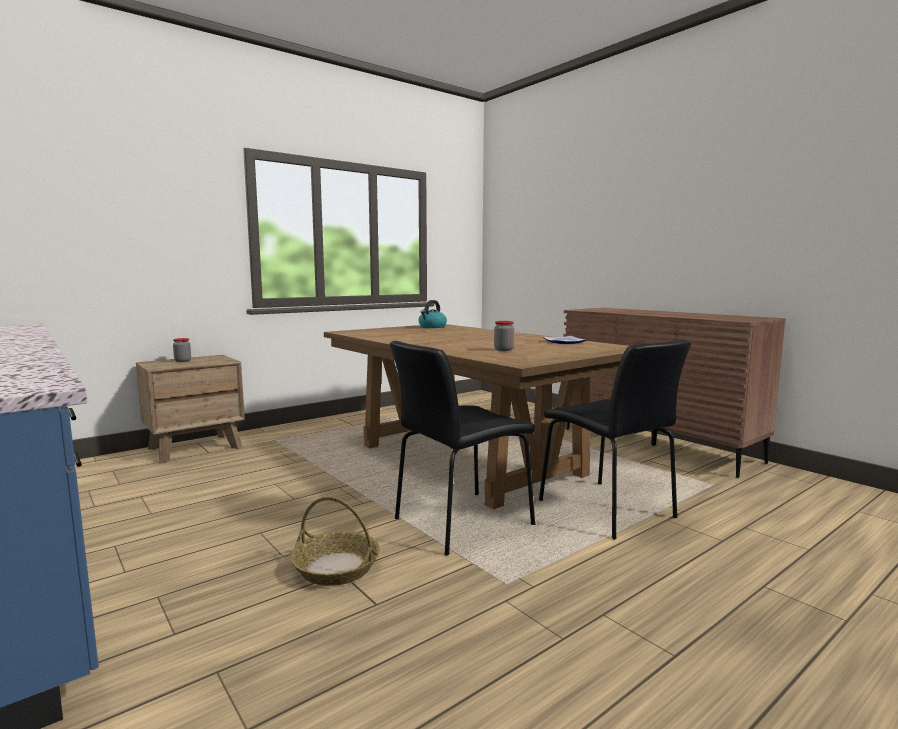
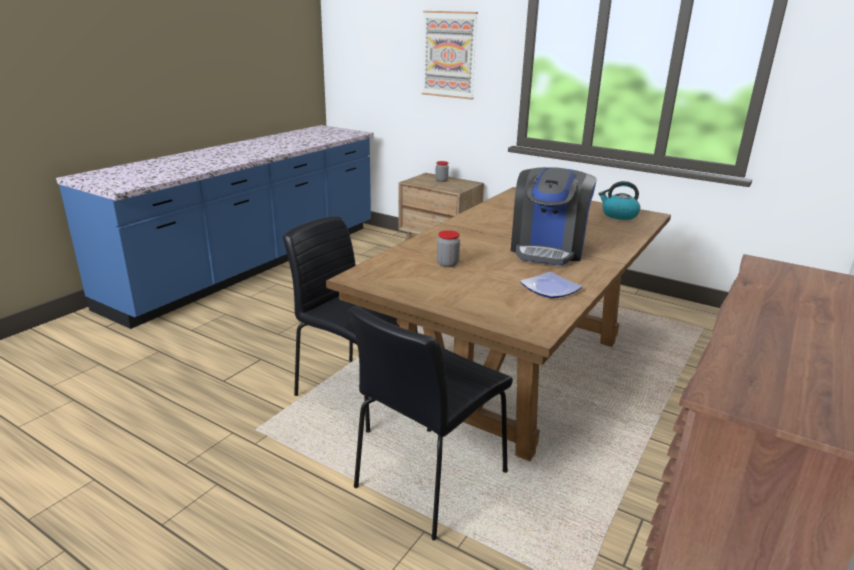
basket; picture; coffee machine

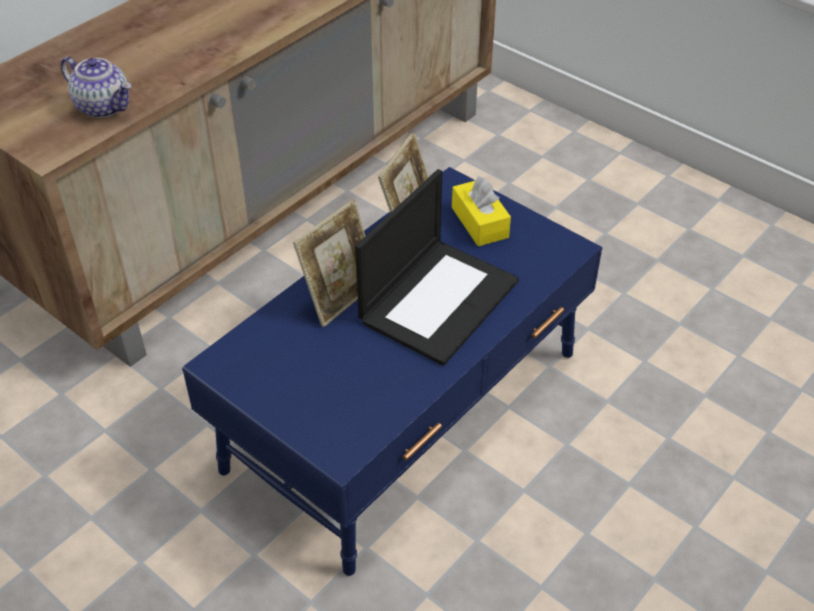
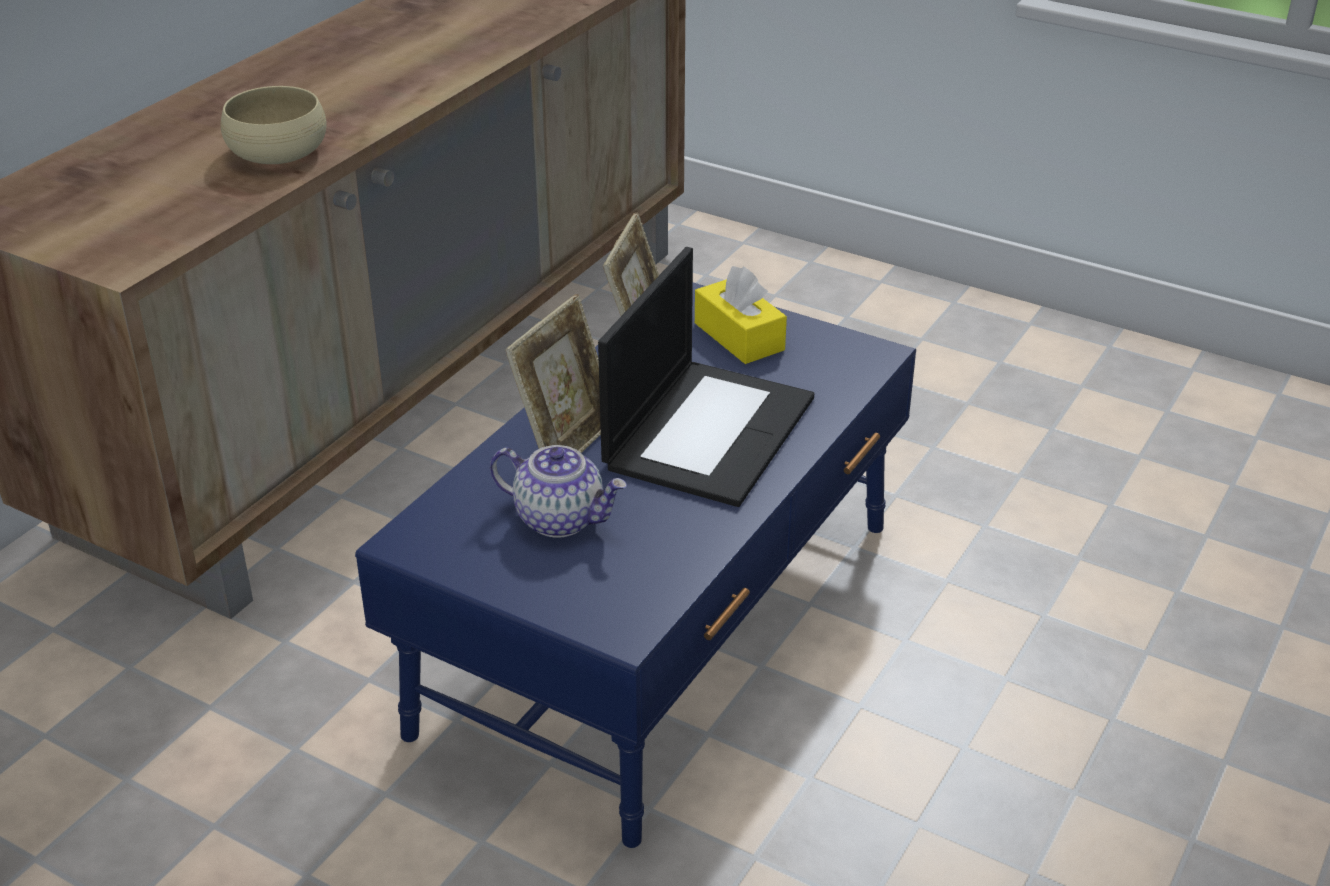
teapot; bowl in beige

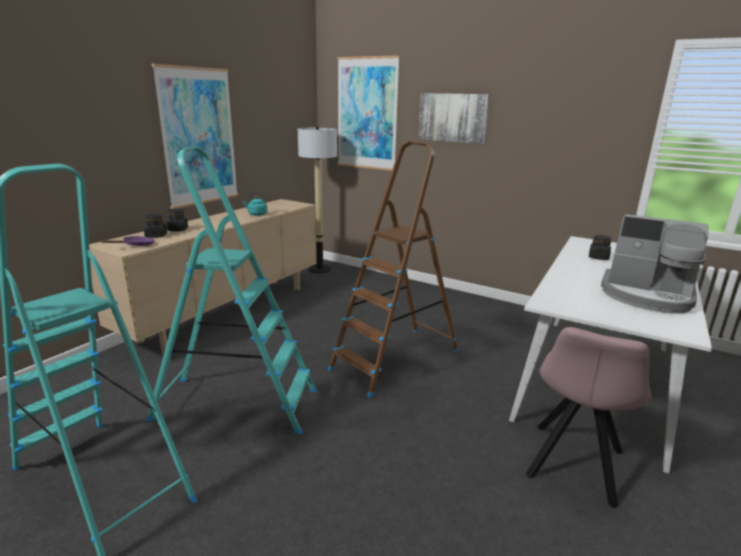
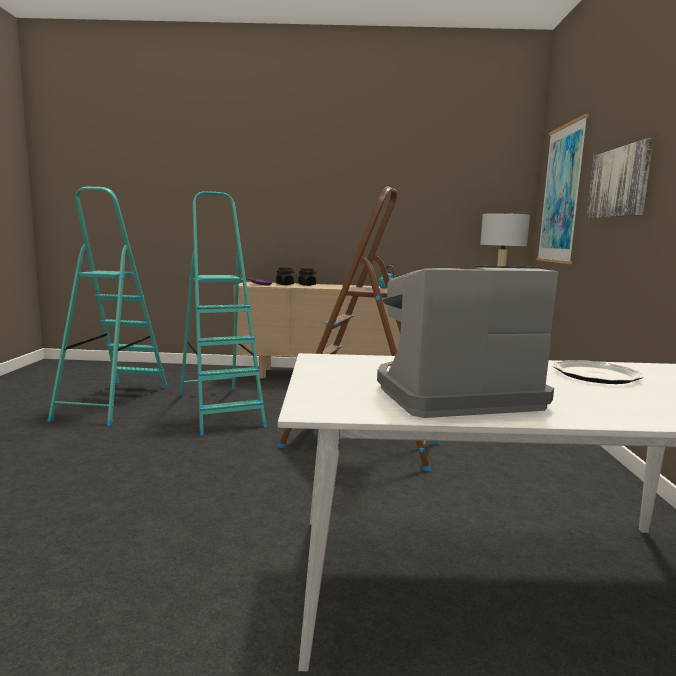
picture (no. 1 from left in the first image); chair in pink; plate; coffee machine

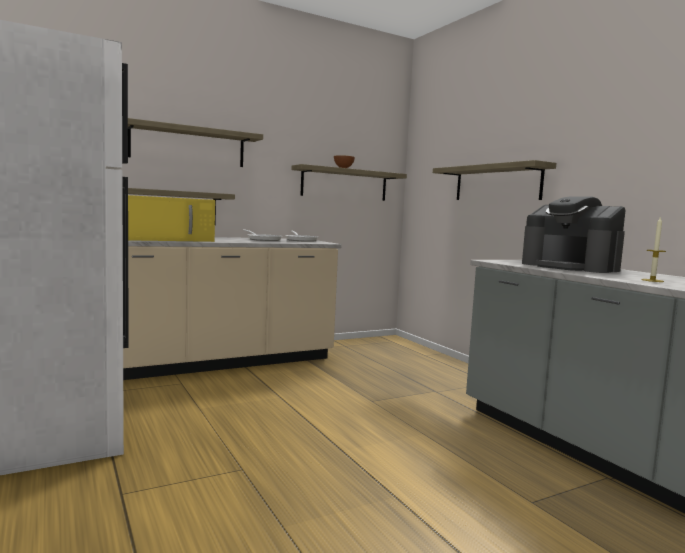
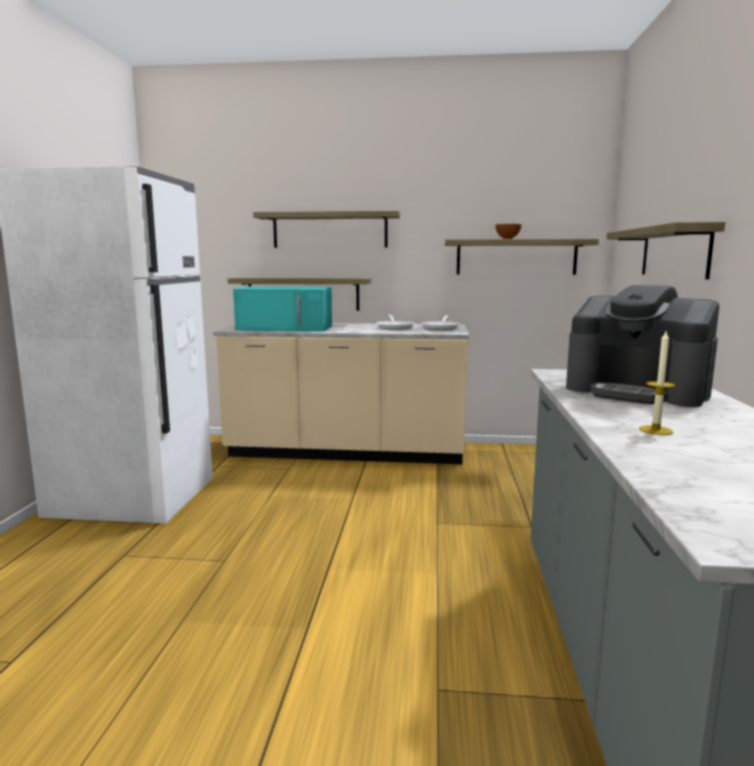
microwave in turquoise; coffee machine

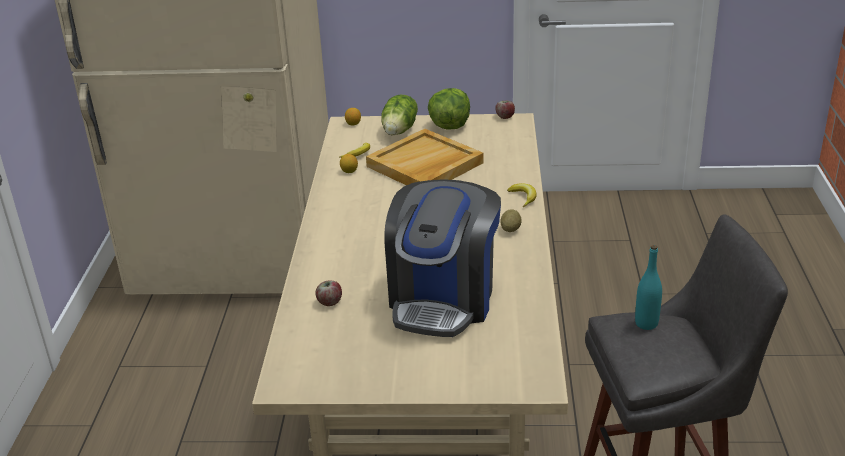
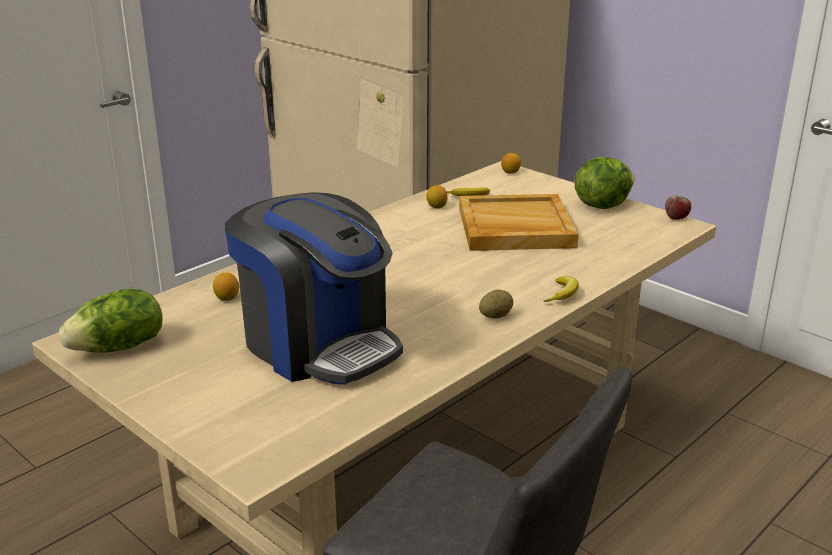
lemon (no. 1 from left); lettuce (no. 1 from left); coffee machine; bottle in turquoise

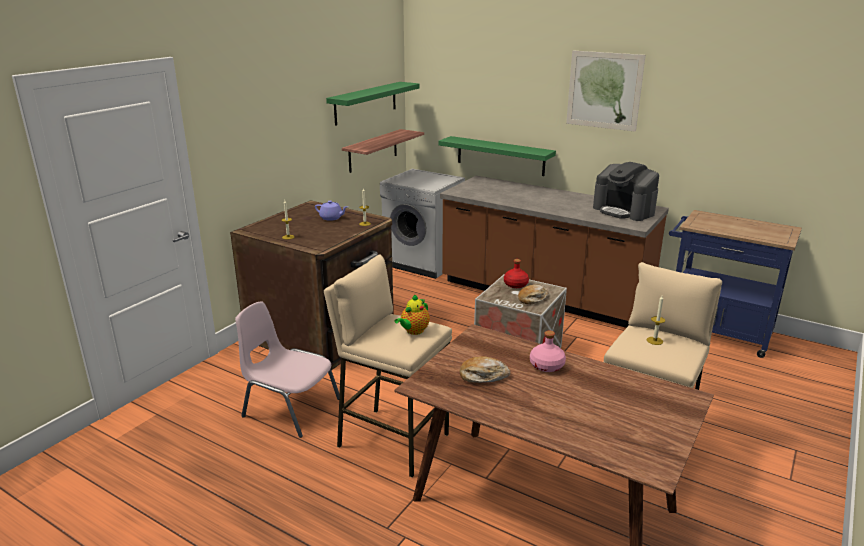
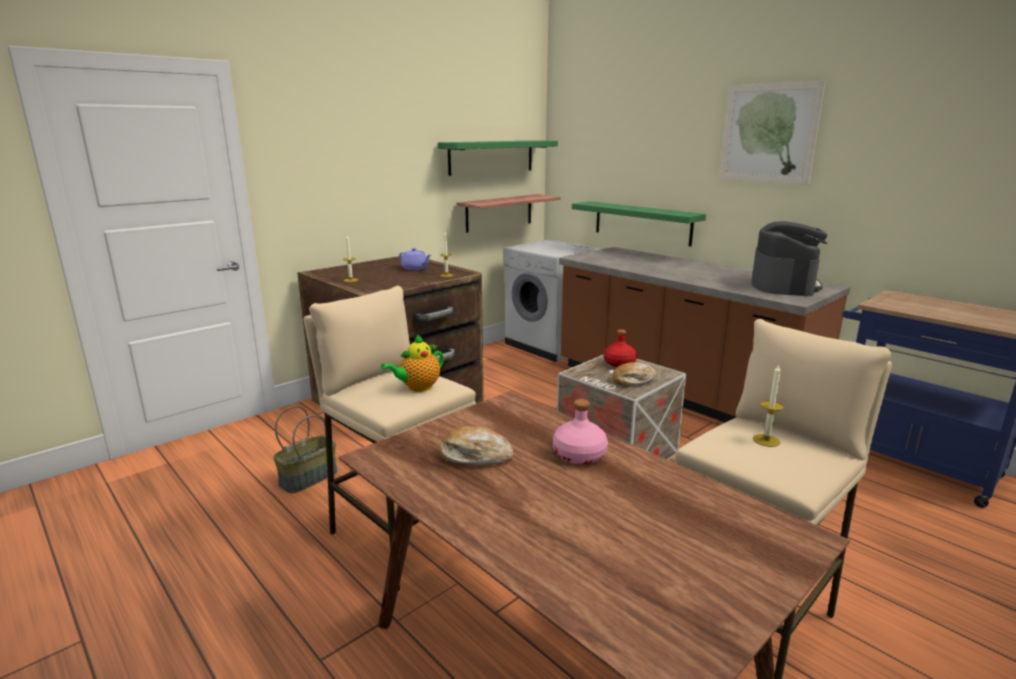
basket; coffee machine

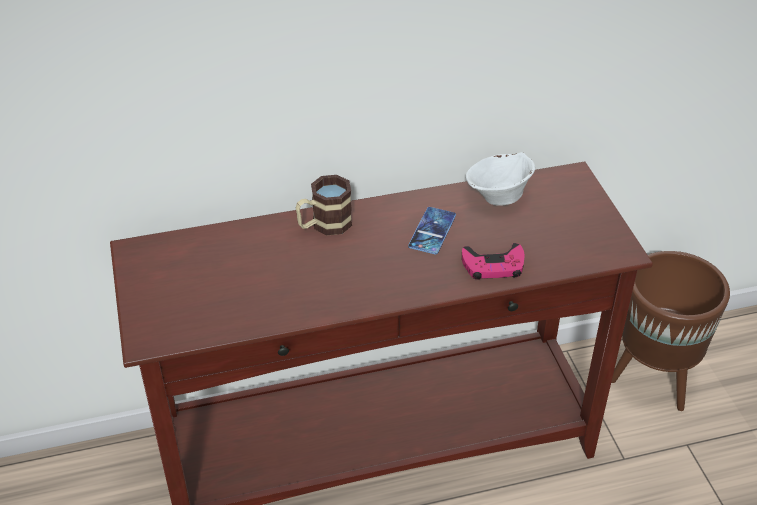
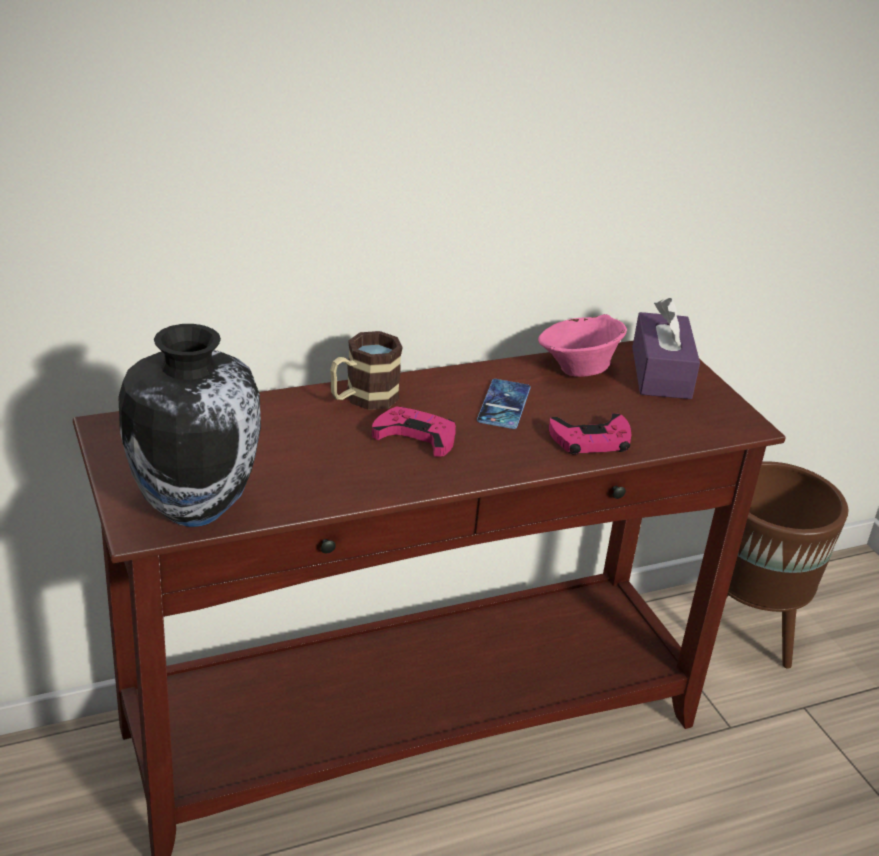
bowl in pink; vase; game controller in pink (no. 1 from left); tissue box in purple

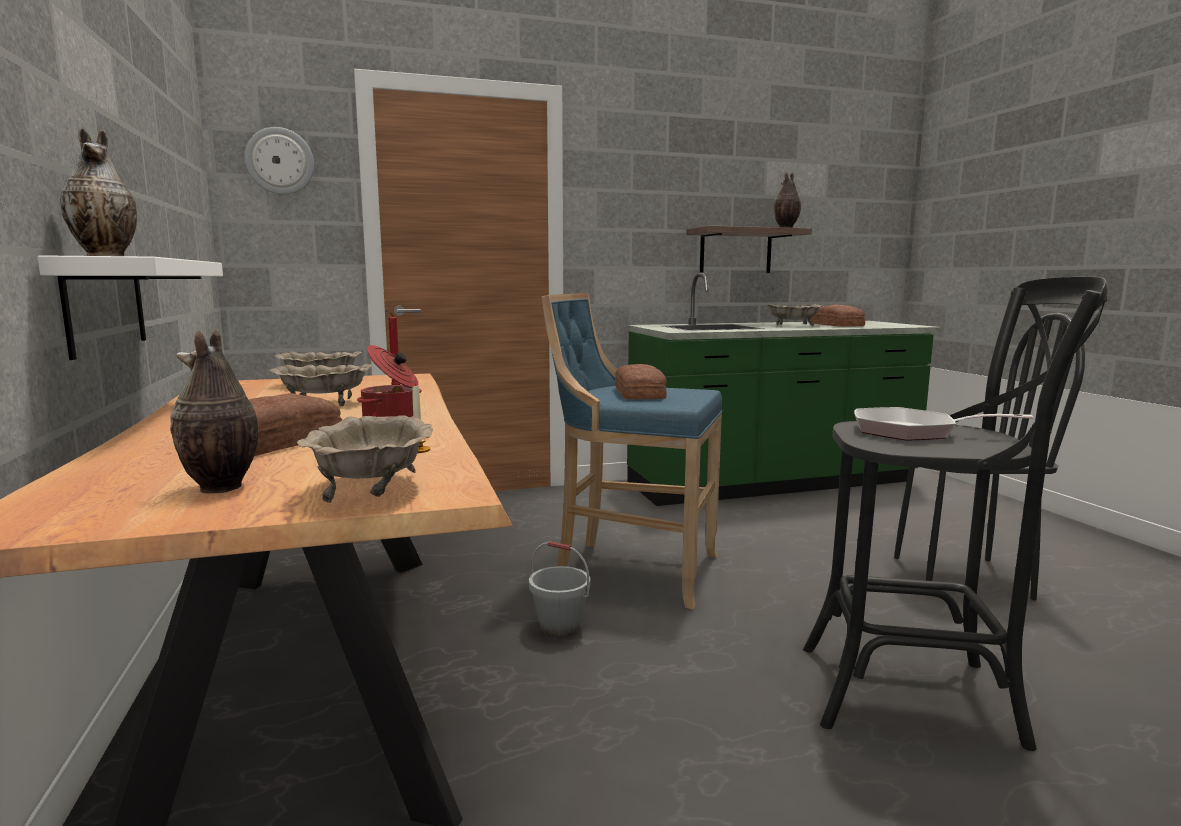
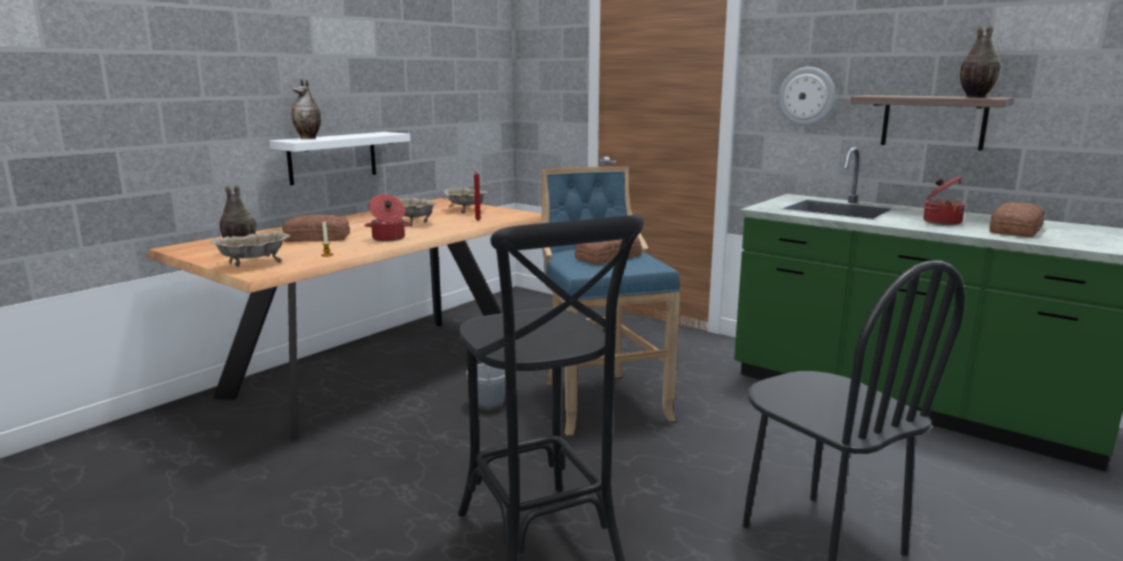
wall clock; cooking pot (no. 2 from left); frying pan

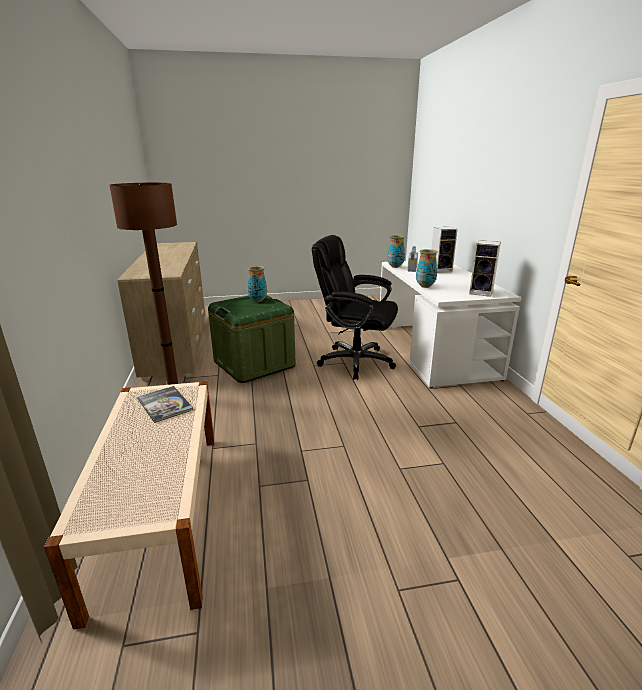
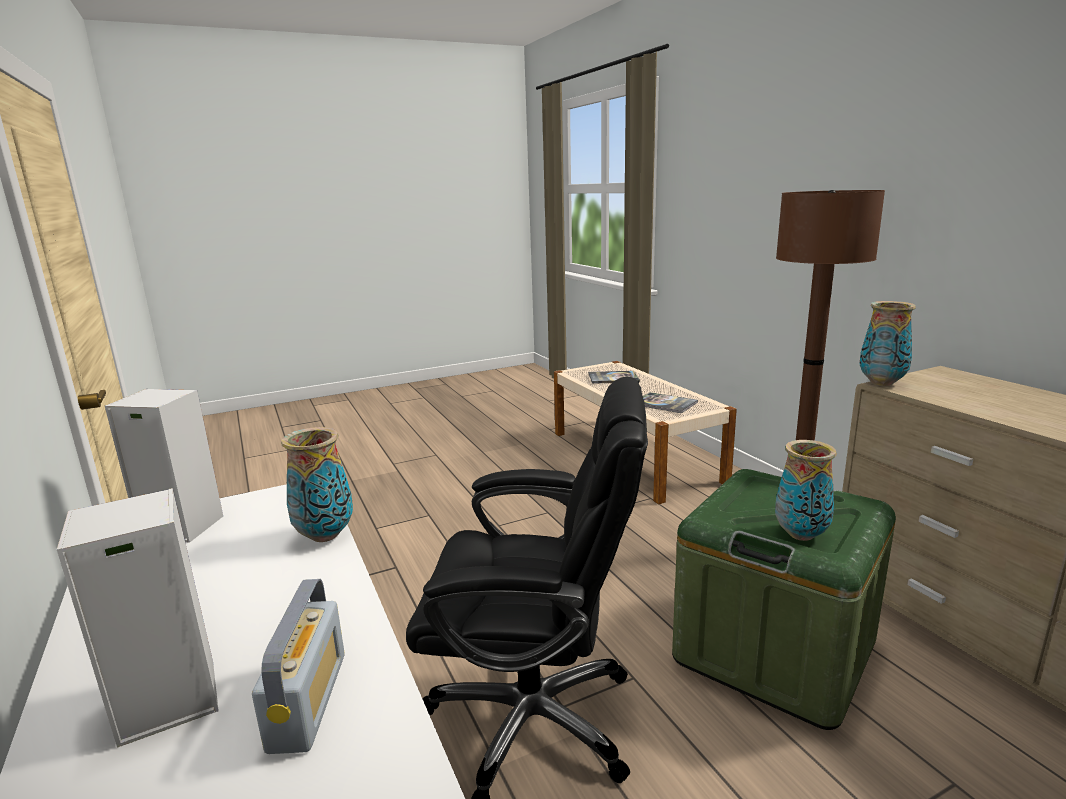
vase (no. 3 from left); book (no. 1 from left)

